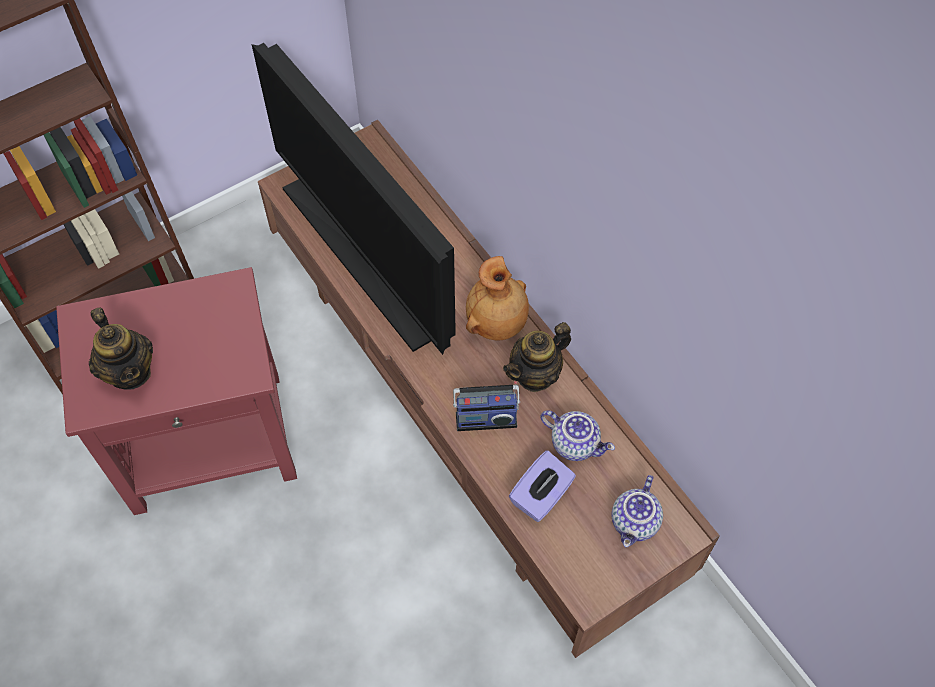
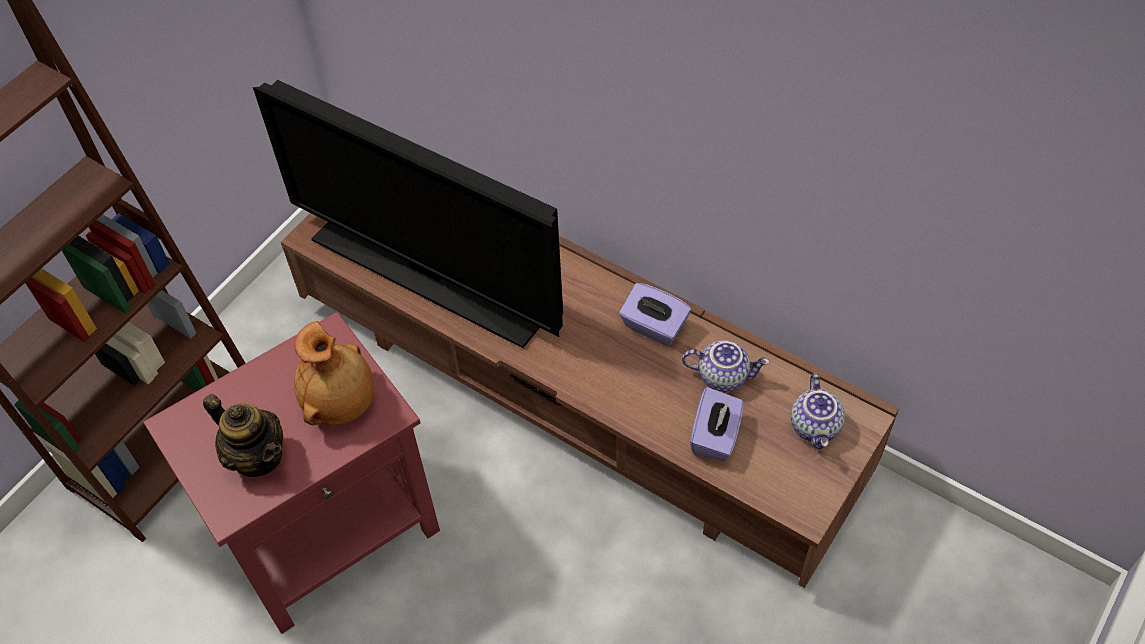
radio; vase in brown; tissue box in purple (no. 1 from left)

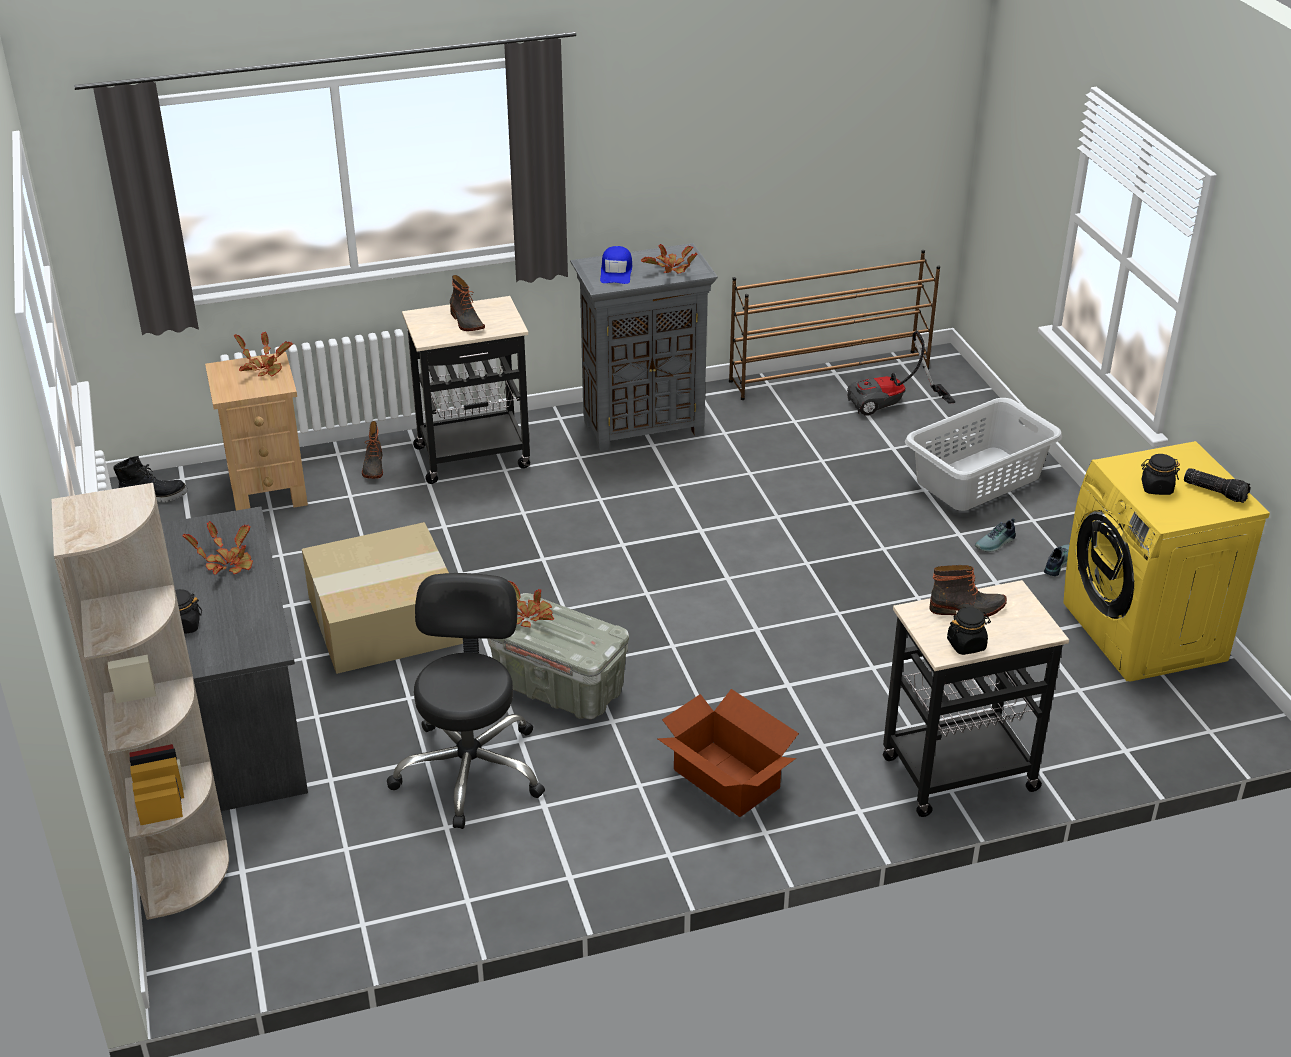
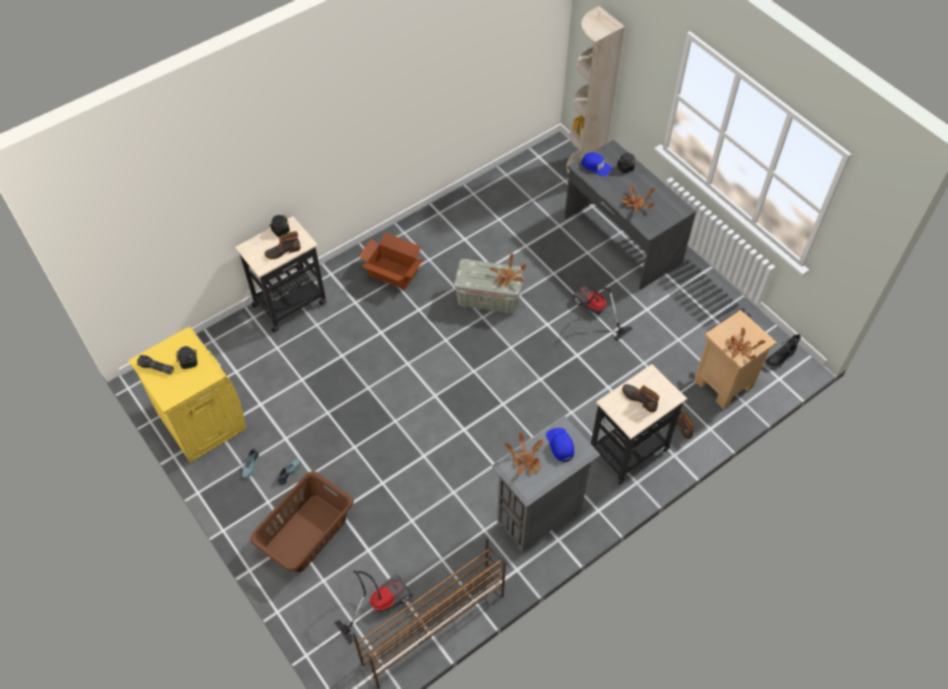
vacuum cleaner (no. 2 from left); office chair in black; laundry basket in brown; cap in blue (no. 2 from left)

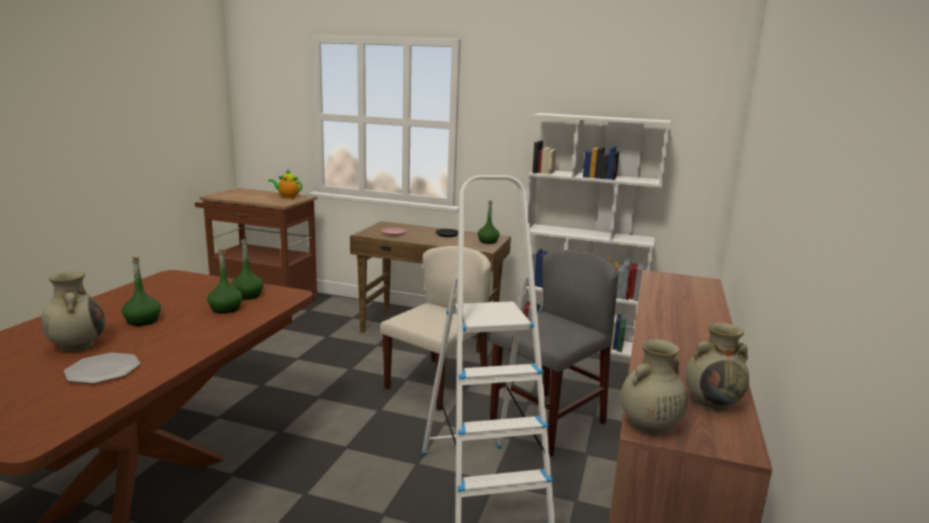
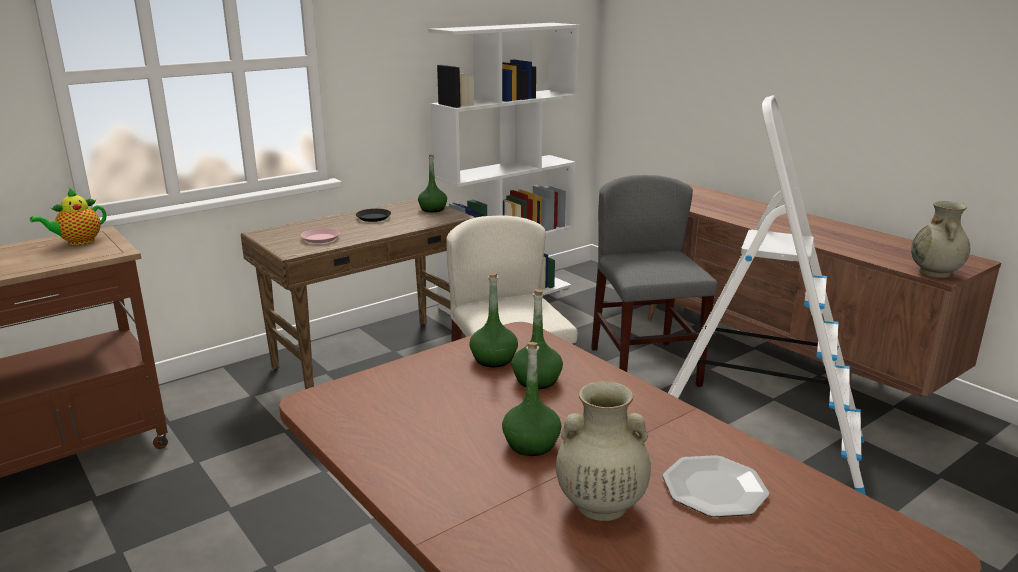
vase in beige (no. 3 from left in the first image)

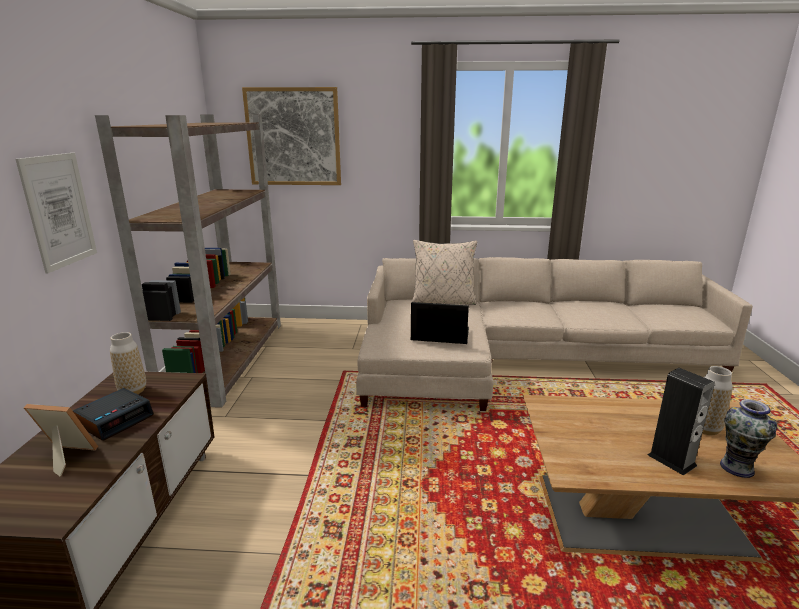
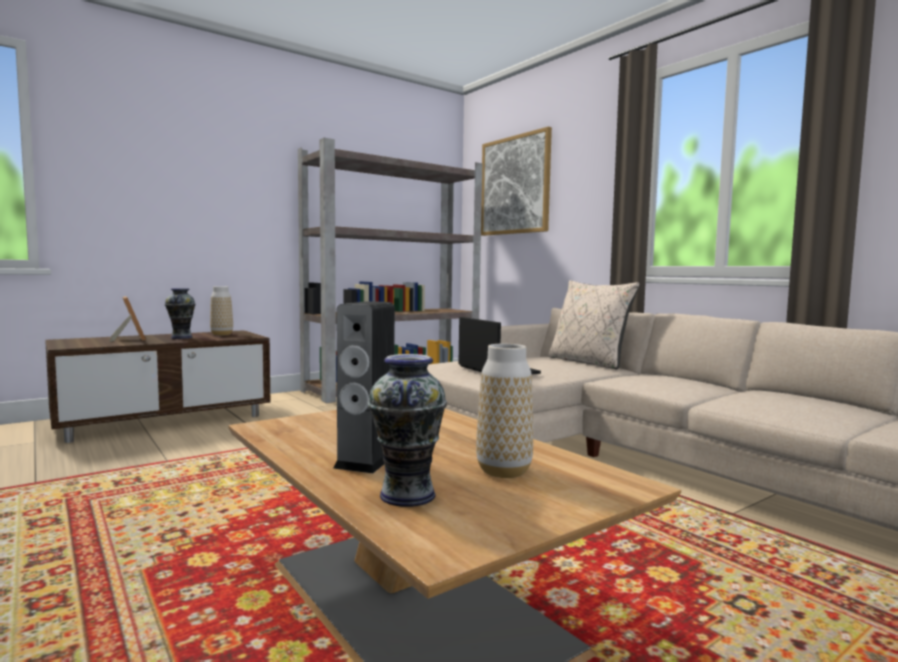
picture (no. 1 from left in the first image); vase (no. 1 from left)

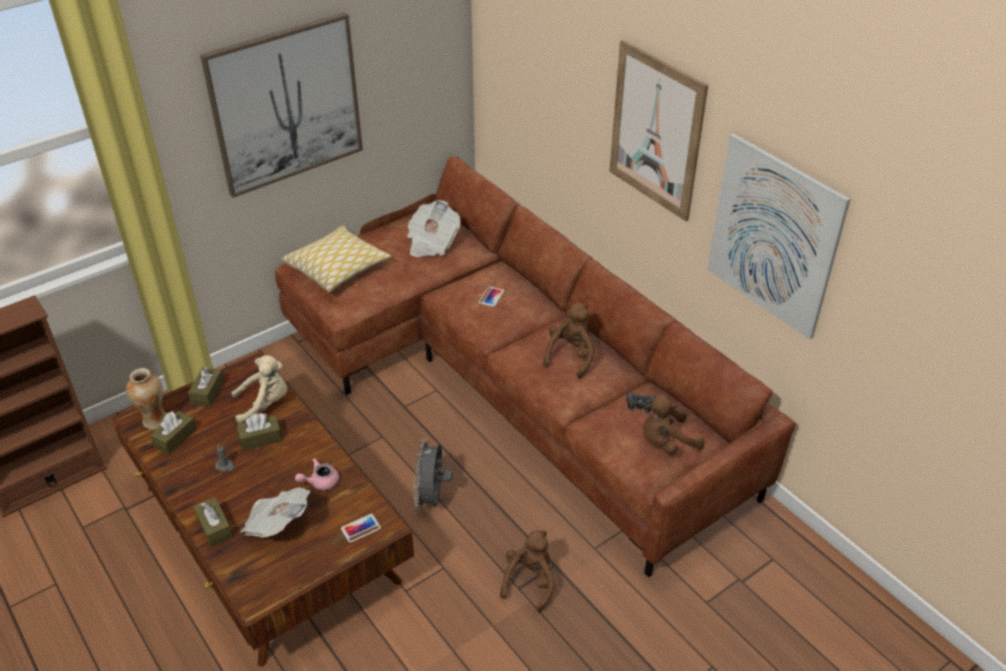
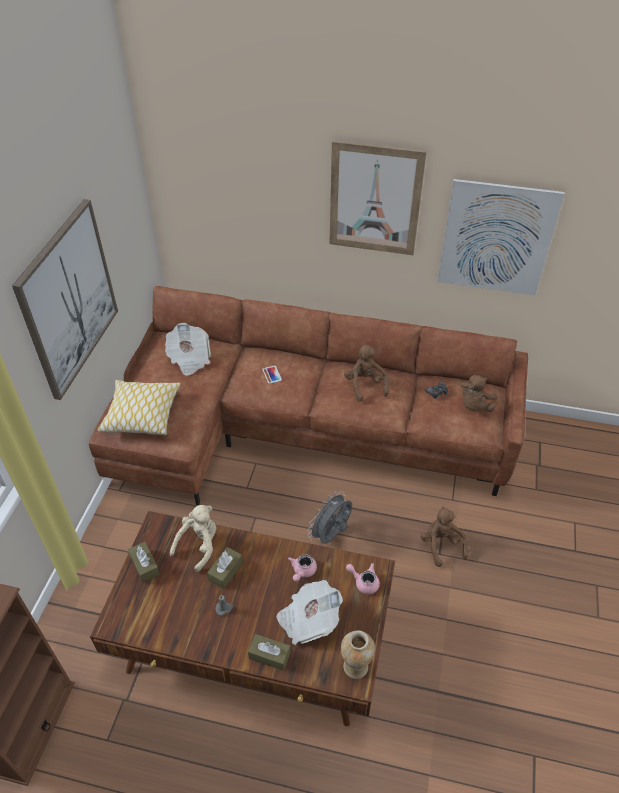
vase; tissue box in brown (no. 1 from left in the first image); teapot in pink (no. 2 from left); fan in grey

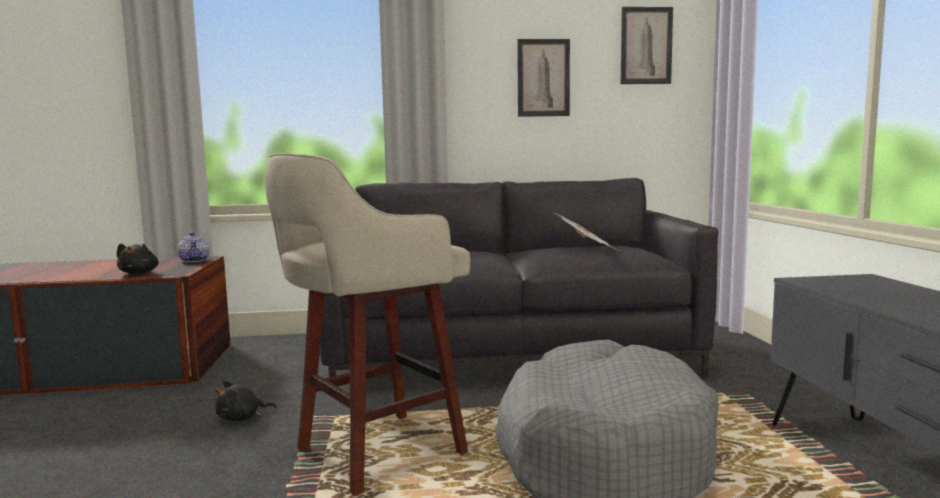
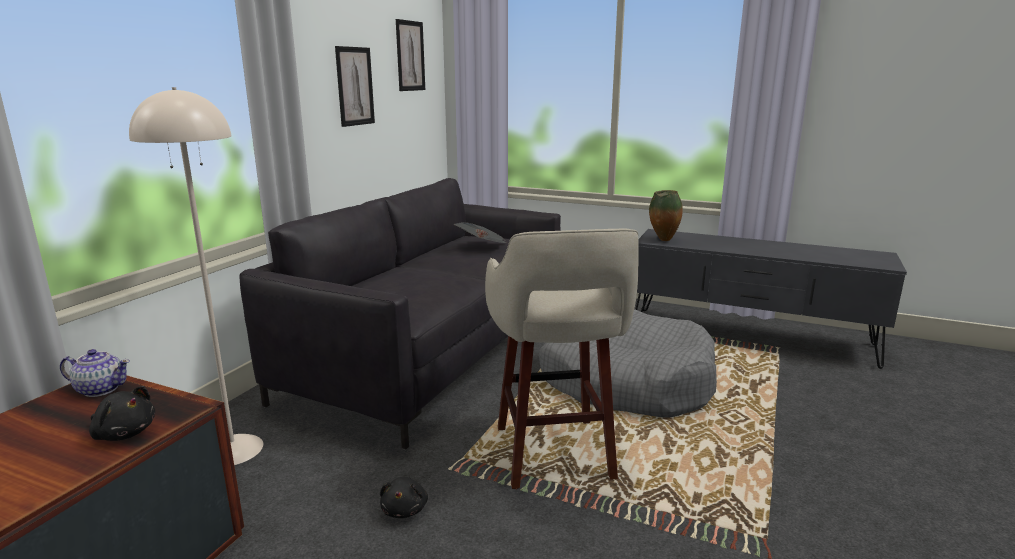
floor lamp in beige; vase

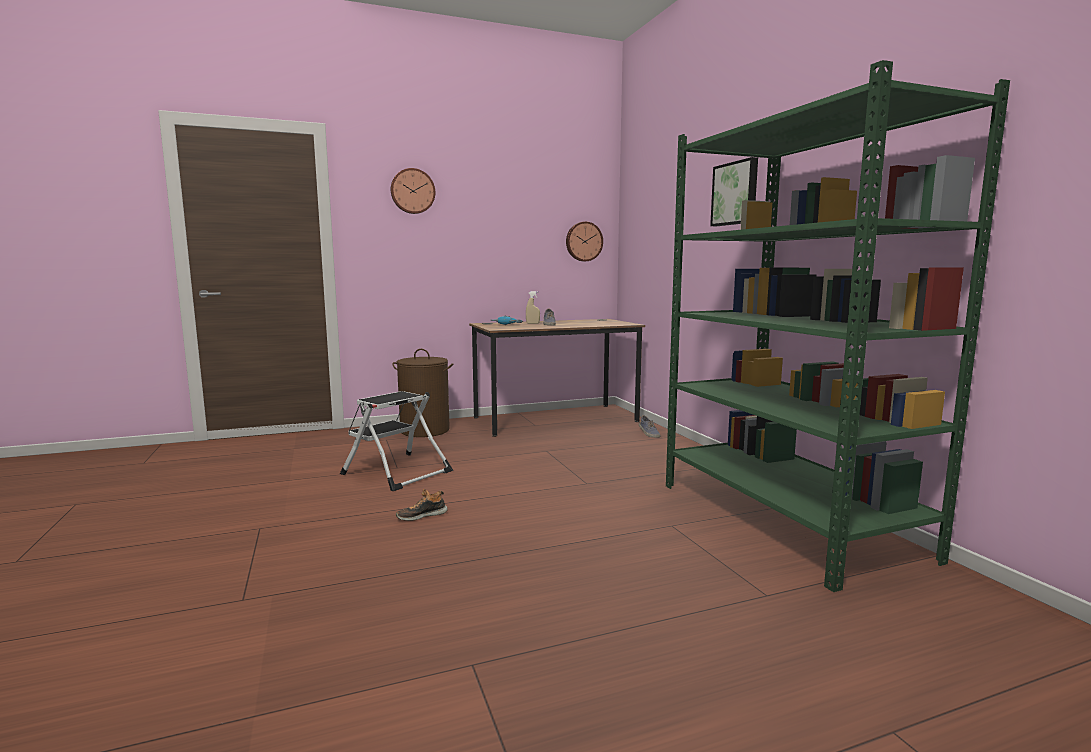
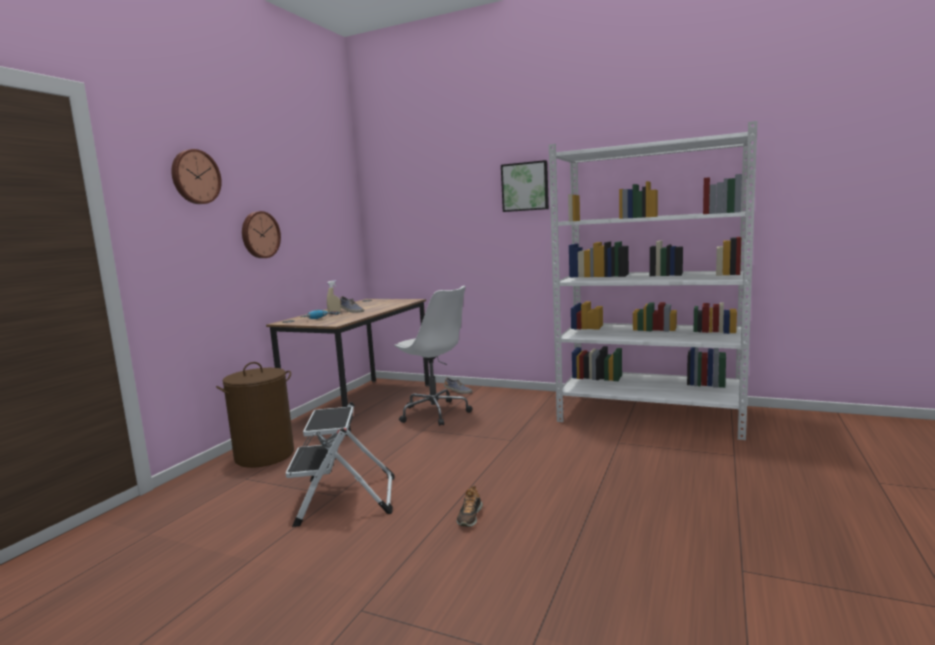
wall clock (no. 2 from left); bookcase in white; office chair in white

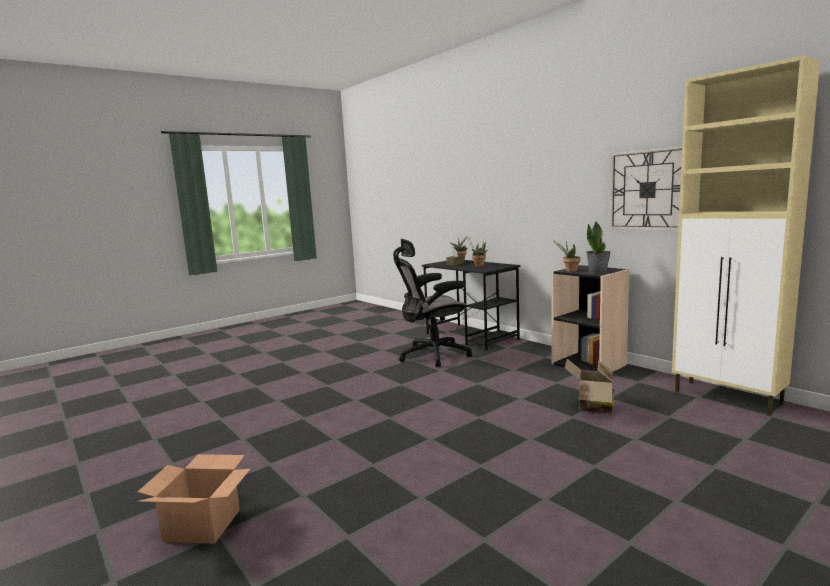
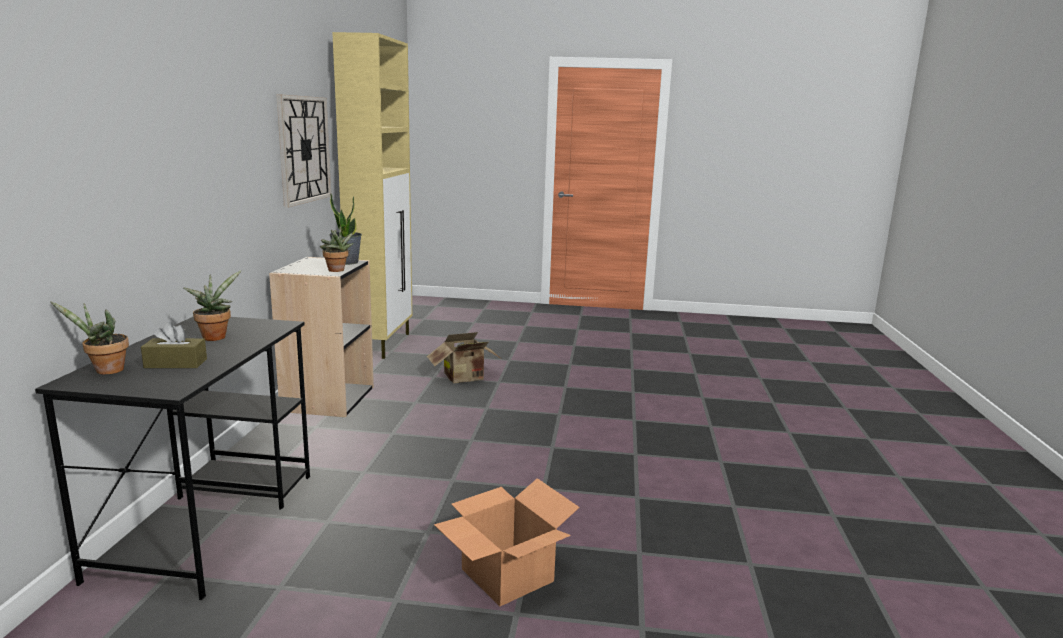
cardboard box (no. 2 from left); office chair

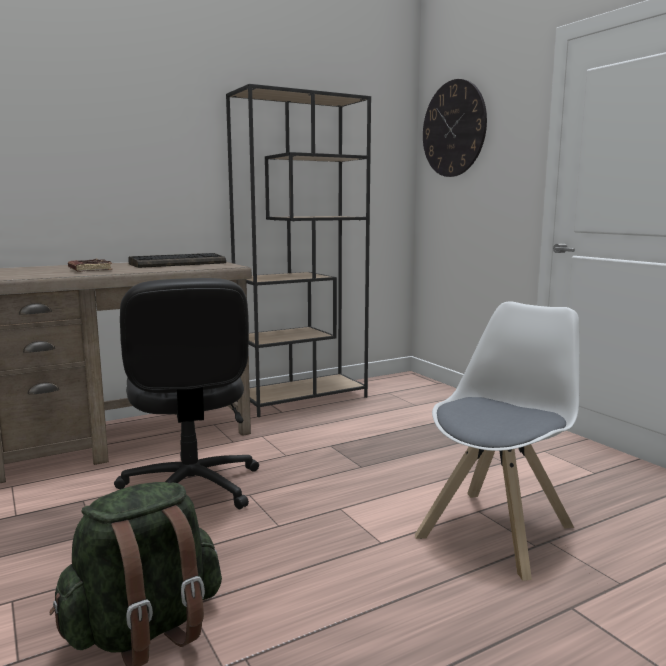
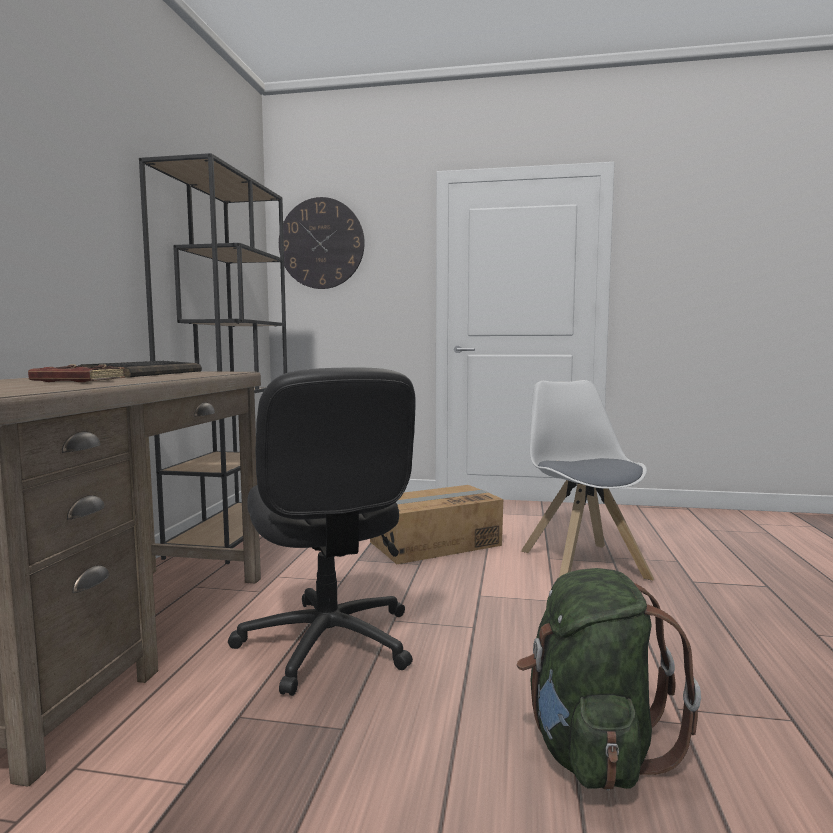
office chair in black; cardboard box

